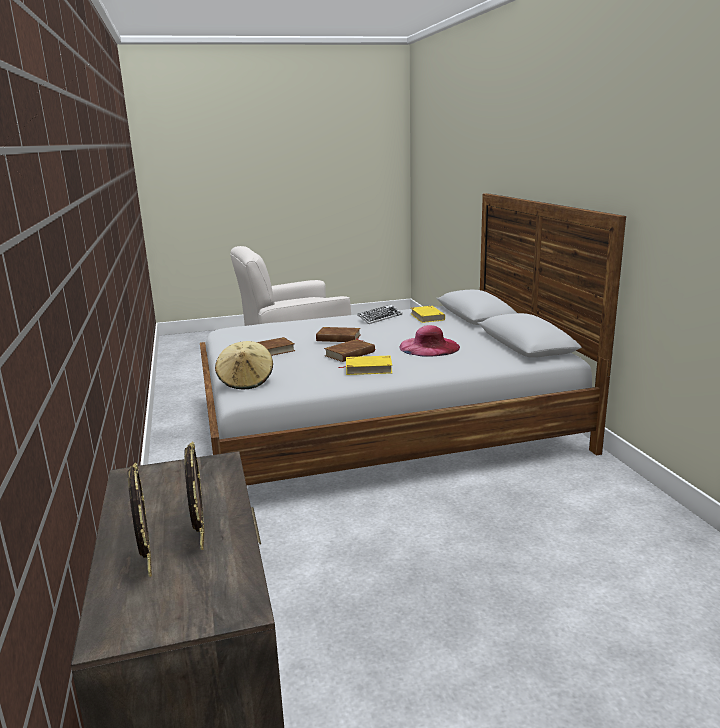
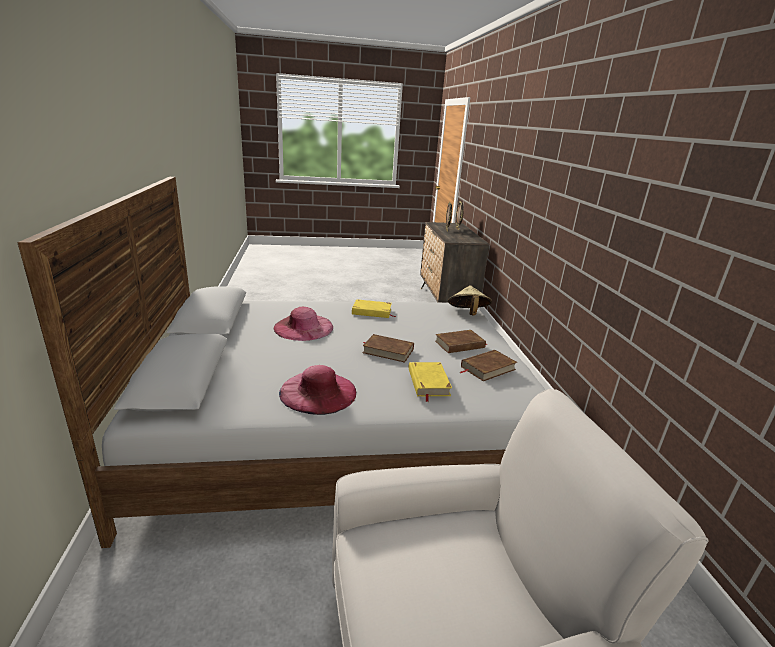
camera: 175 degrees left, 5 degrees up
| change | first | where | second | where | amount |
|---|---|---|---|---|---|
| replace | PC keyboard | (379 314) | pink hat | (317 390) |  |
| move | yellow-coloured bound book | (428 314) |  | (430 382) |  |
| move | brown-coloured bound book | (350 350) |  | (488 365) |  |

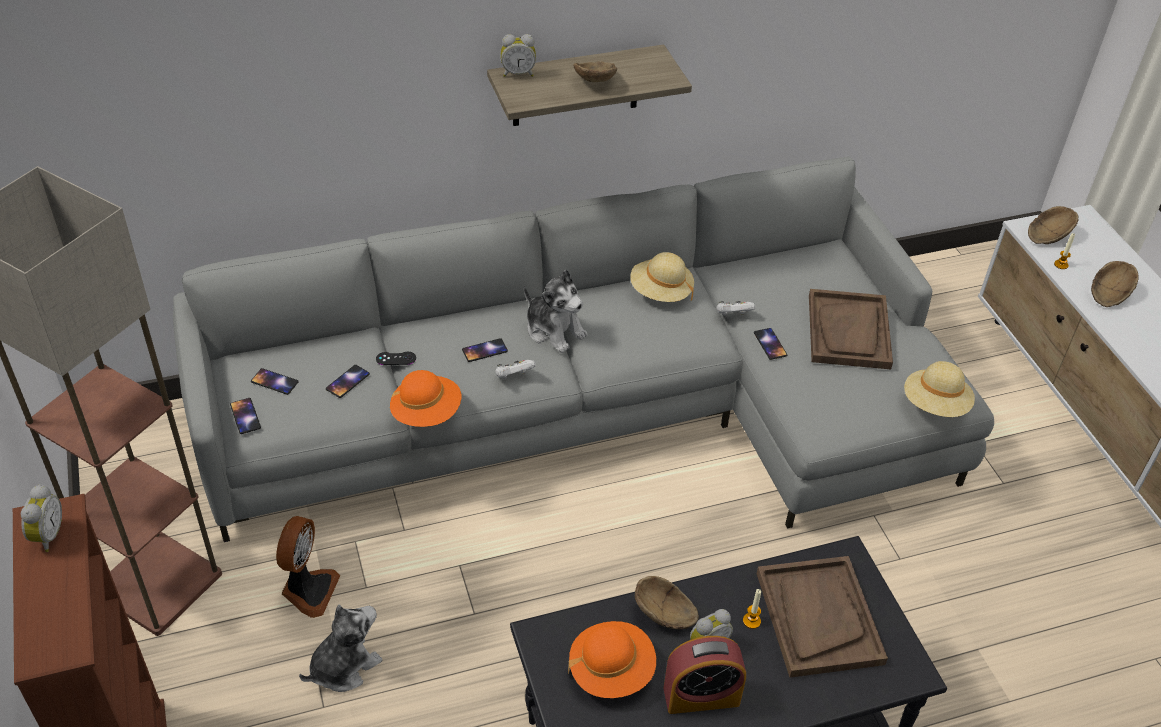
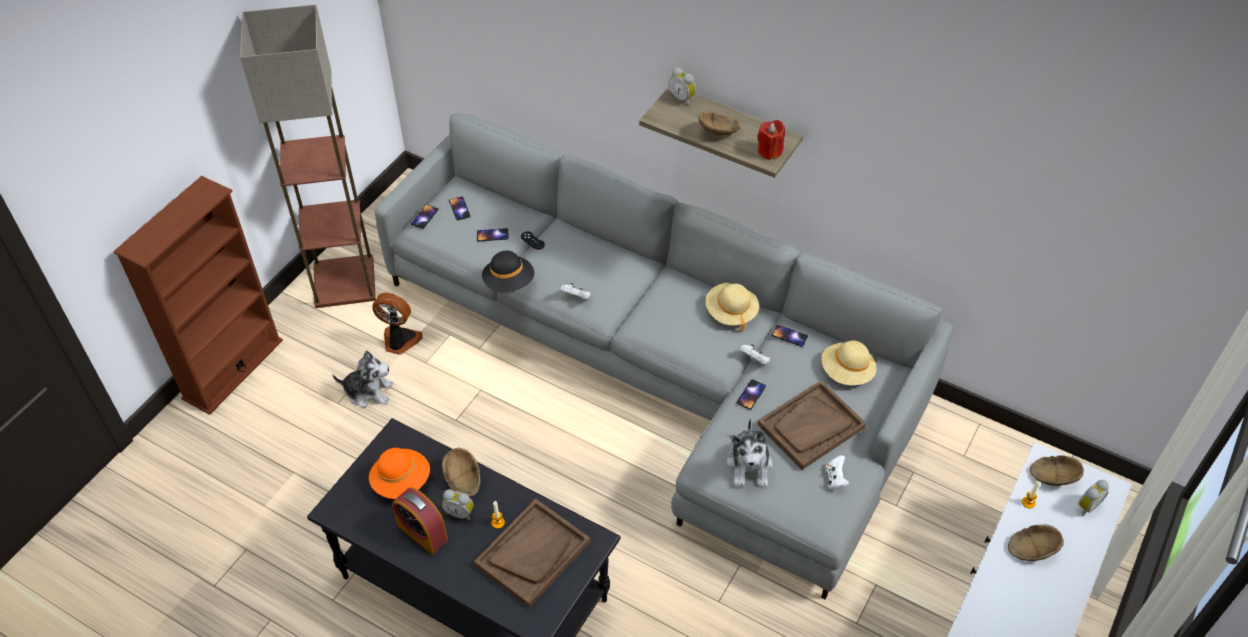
camera: 50 degrees right, 5 degrees up
| change | first | where | second | where | amount |
|---|---|---|---|---|---|
| rotate | cooling fan | (308 567) |  | (397 324) | 135 degrees counterclockwise |
| recolor | orangey hat | (425 398) | black hat | (508 272) |  |
| move | plush toy | (556 311) |  | (750 453) |  |
| insert |  |  | reddish candle | (771 140) |  |
| move | telephone | (485 350) |  | (790 336) |  |
| move | beige hat | (939 389) |  | (848 363) |  |
| insert |  |  | white gamepad | (837 472) |  |
| move | table clock | (41 518) |  | (1093 498) |  |

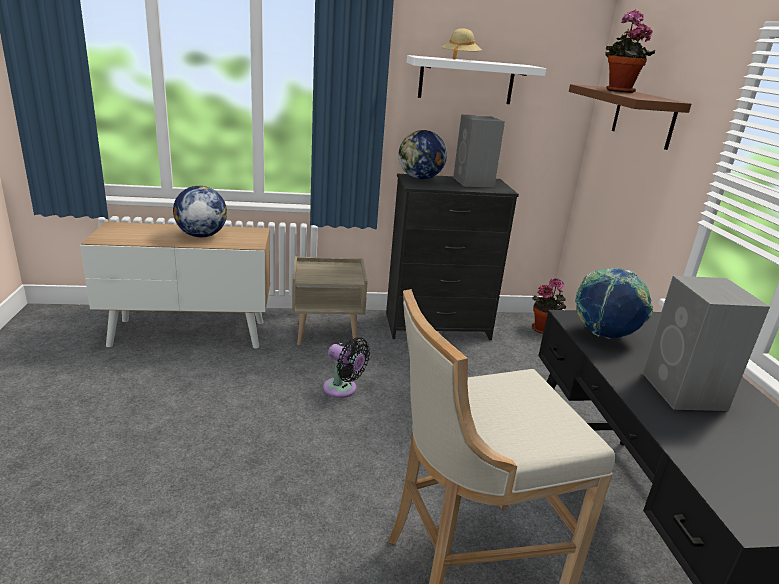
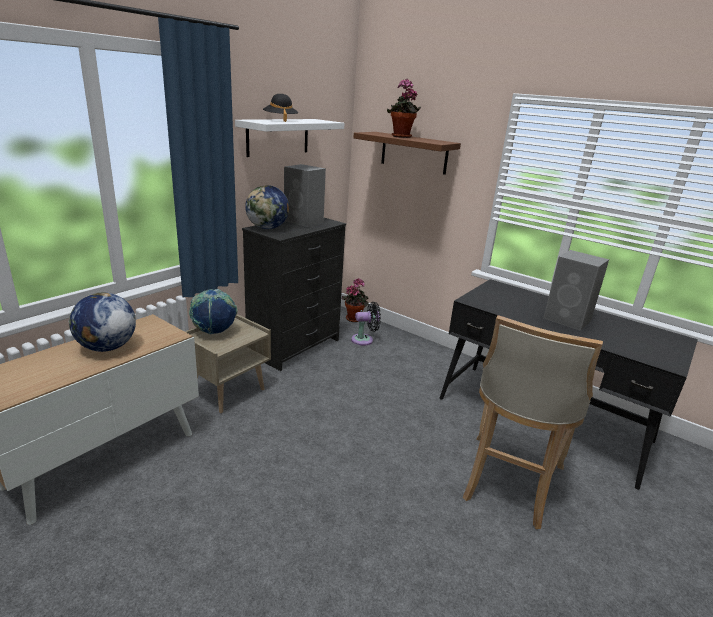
camera: 45 degrees left, 0 degrees up
| change | first | where | second | where | amount |
|---|---|---|---|---|---|
| move | world globe | (614 303) |  | (213 312) |  |
| recolor | beige hat | (462 44) | black hat | (281 108) |  |
| move | black cooling fan | (346 367) |  | (366 324) |  |

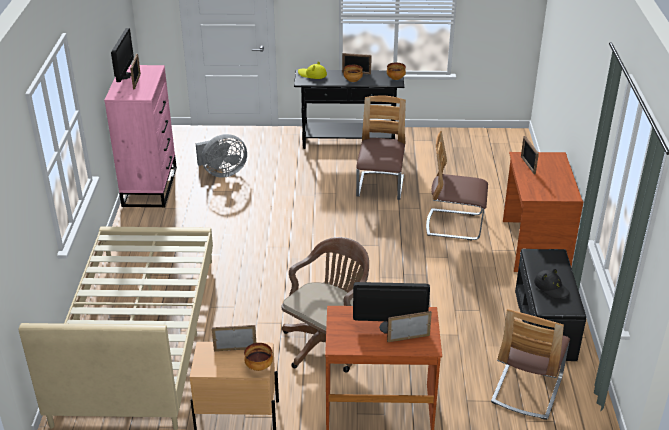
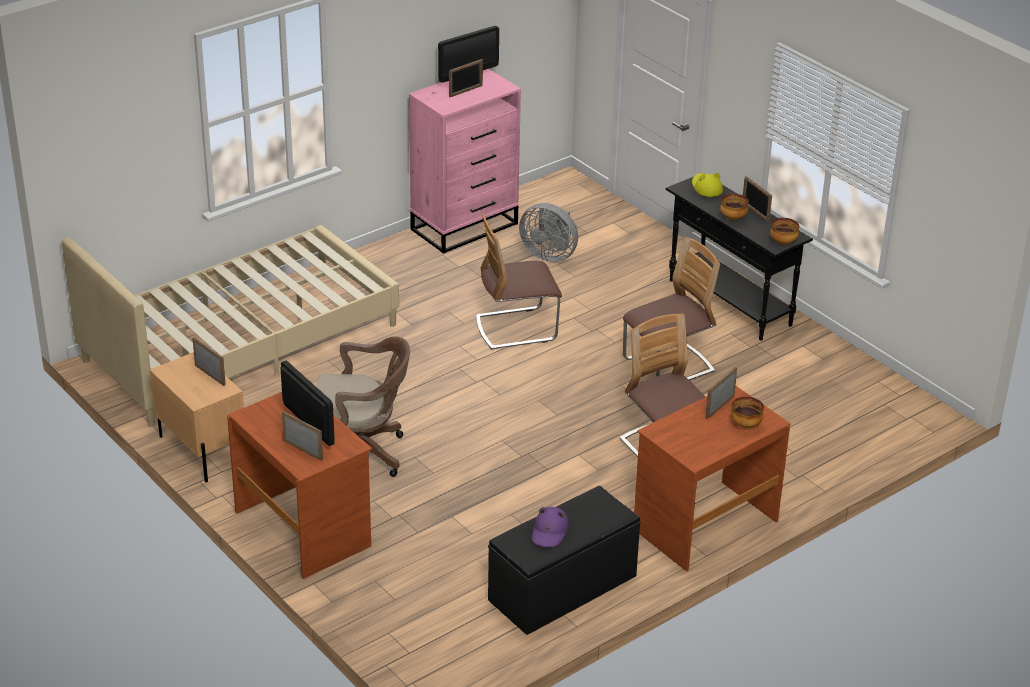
camera: 50 degrees right, 0 degrees up
| change | first | where | second | where | amount |
|---|---|---|---|---|---|
| move | upright chair | (530 364) |  | (519 280) |  |
| recolor | black hat | (552 284) | purple hat | (550 527) |  |
| move | deep dish | (258 357) |  | (747 412) |  |

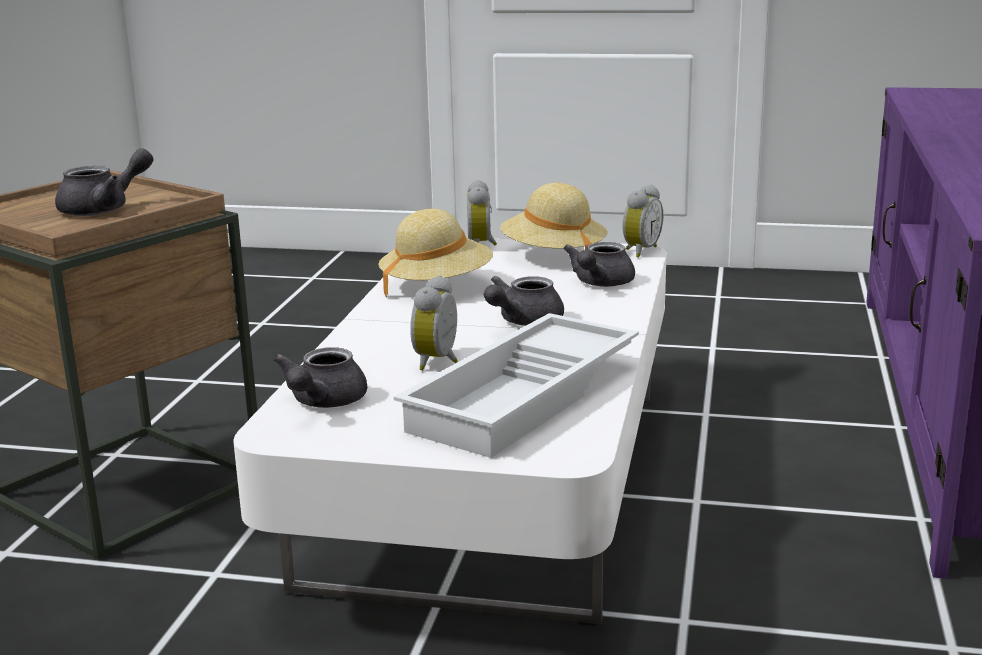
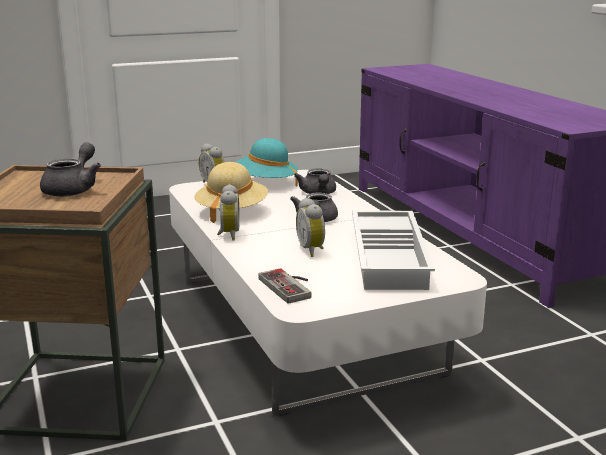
camera: 35 degrees left, 0 degrees up
| change | first | where | second | where | amount |
|---|---|---|---|---|---|
| move | table clock | (643 221) |  | (228 212) |  |
| recolor | beige hat | (554 216) | turquoise-coloured hat | (267 162) |  |
| replace | gray pot for tea | (320 377) | gamepad | (285 286) |  |

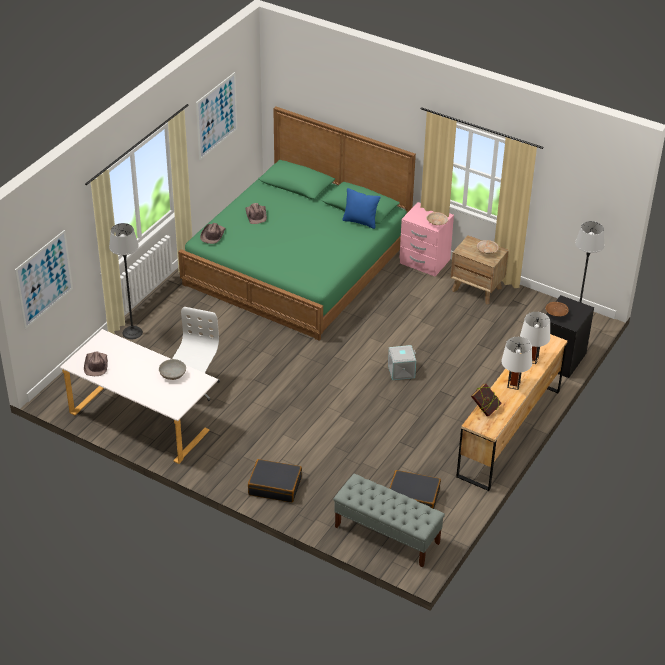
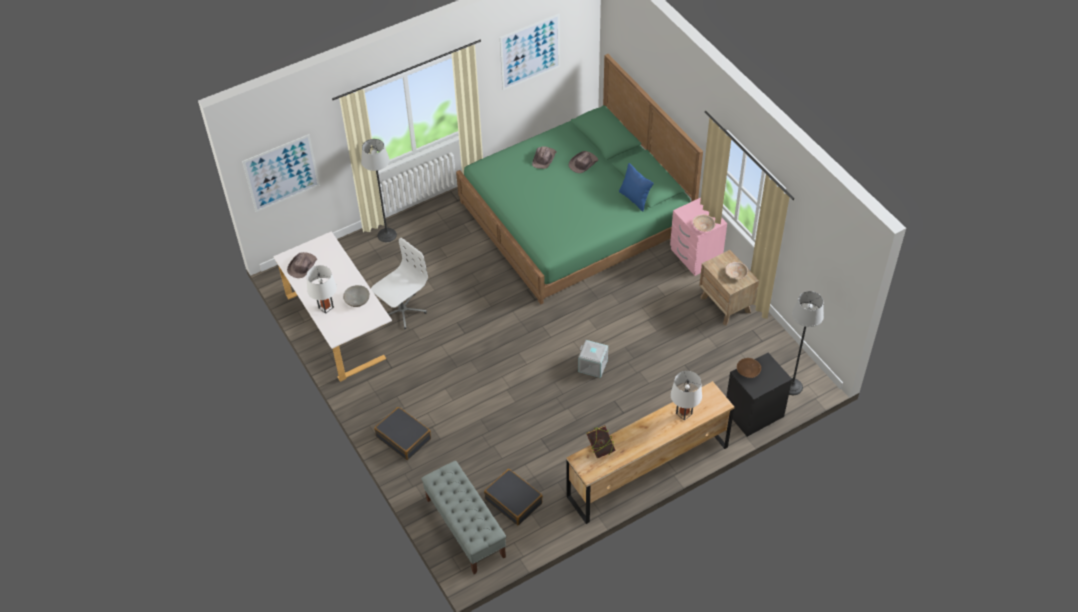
camera: 30 degrees right, 10 degrees up
| change | first | where | second | where | amount |
|---|---|---|---|---|---|
| move | white tabletop lamp | (516 363) |  | (321 289) |  |
| move | brown-coloured hat | (212 233) |  | (583 162) |  |

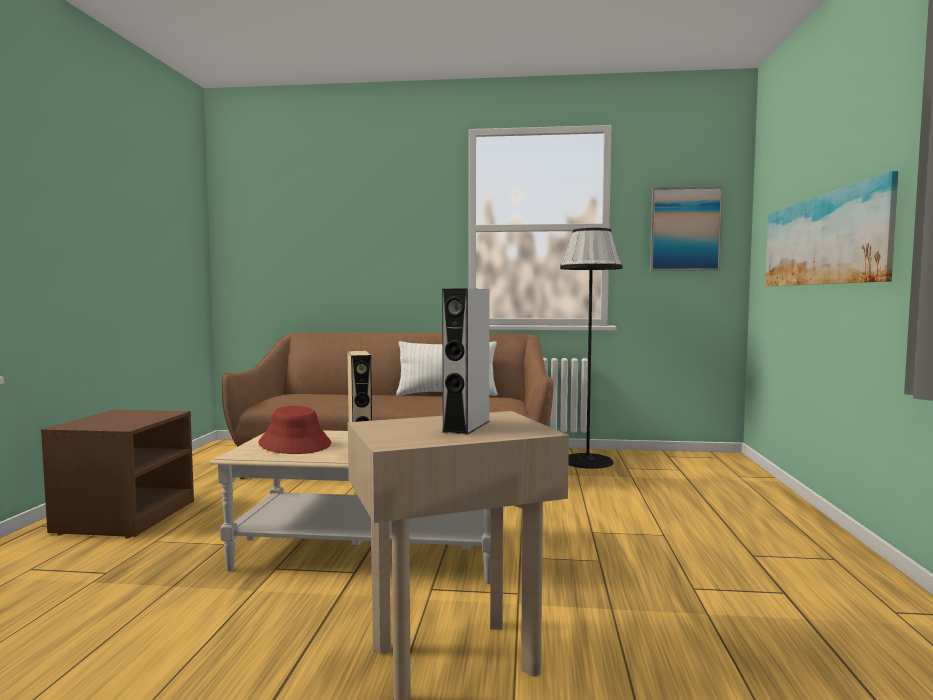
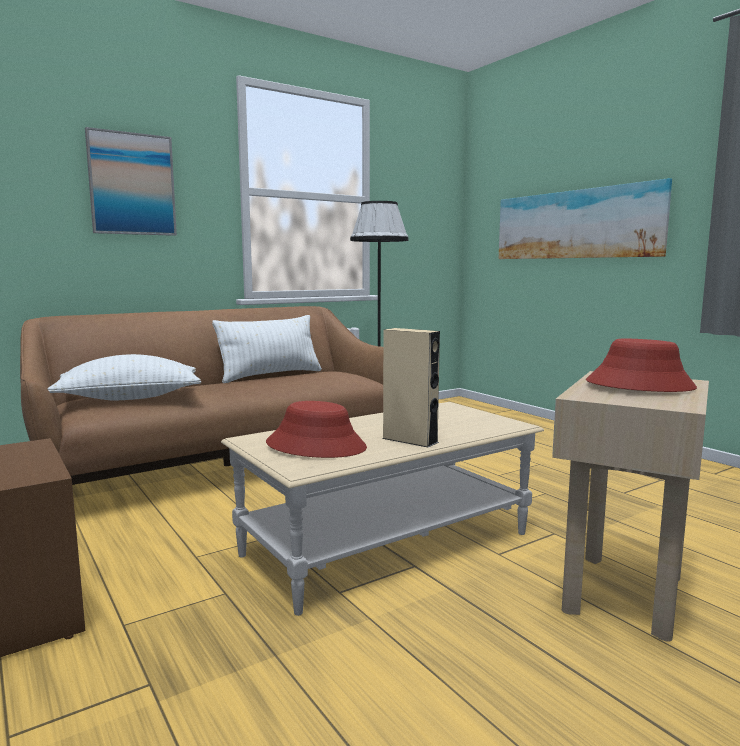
camera: 40 degrees left, 5 degrees up
| change | first | where | second | where | amount |
|---|---|---|---|---|---|
| insert |  |  | white throw pillow | (124 377) |  |
| move | wall picture | (686 228) |  | (131 181) |  |
| replace | gray loudspeaker | (466 362) | reddish hat | (641 365) |  |

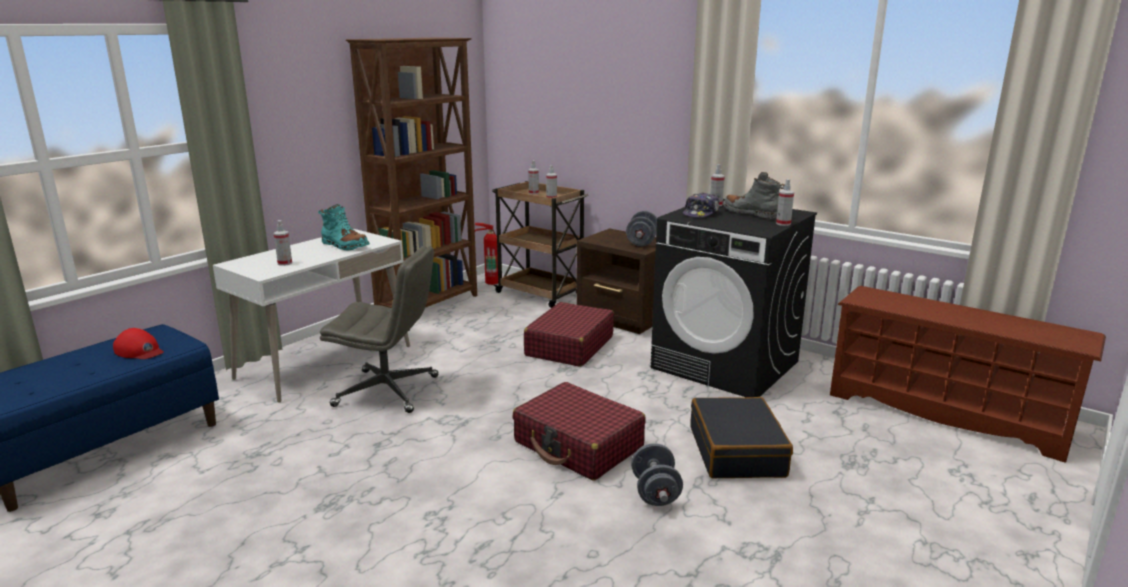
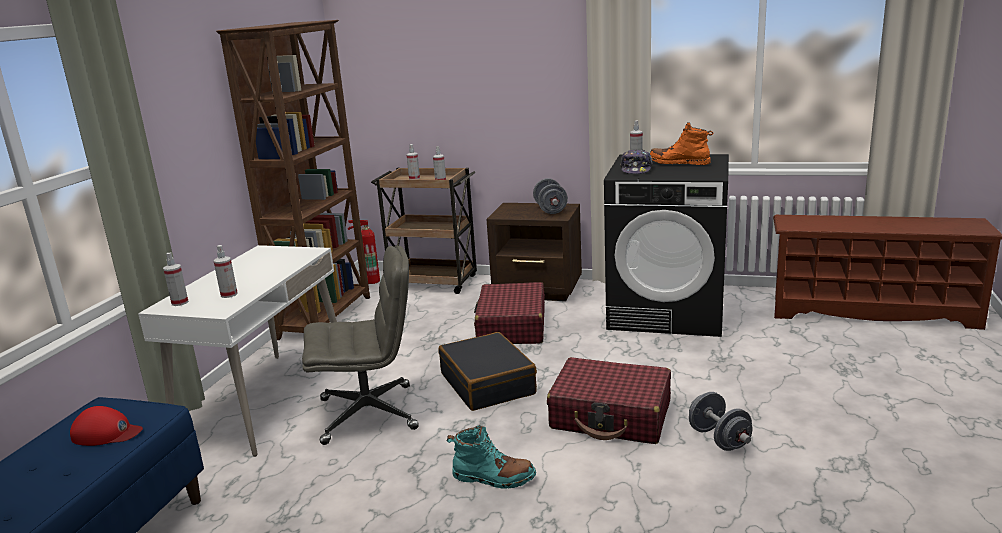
camera: 20 degrees left, 0 degrees up
| change | first | where | second | where | amount |
|---|---|---|---|---|---|
| move | spray bottle | (785 202) |  | (176 279) |  |
| move | black suitcase | (741 437) |  | (488 371) |  |
| move | turquoise-coloured high-top boot | (344 227) |  | (491 457) |  |
| recolor | gray high-top boot | (754 195) | orangey high-top boot | (681 143) |  |

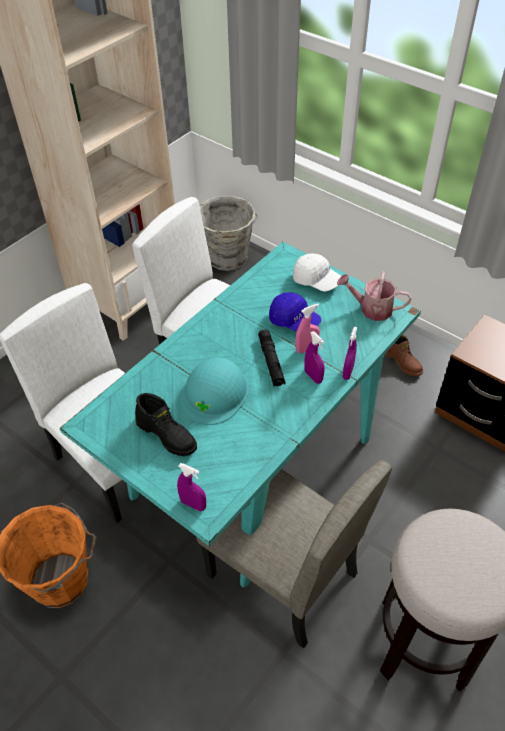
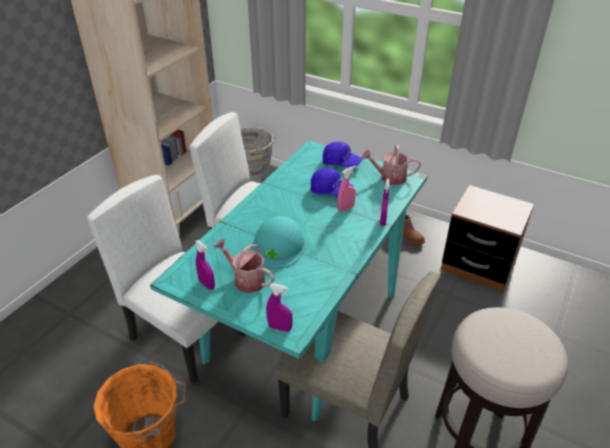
camera: 10 degrees left, 10 degrees down
| change | first | where | second | where | amount |
|---|---|---|---|---|---|
| move | purple spray bottle | (314 357) |  | (205 265) |  |
| replace | black high-top boot | (166 424) | watering can | (243 266) |  |
| recolor | white cap | (317 273) | bluish cap | (343 155) |  |
| delete | black flashlight | (272 357) |  |  |  |

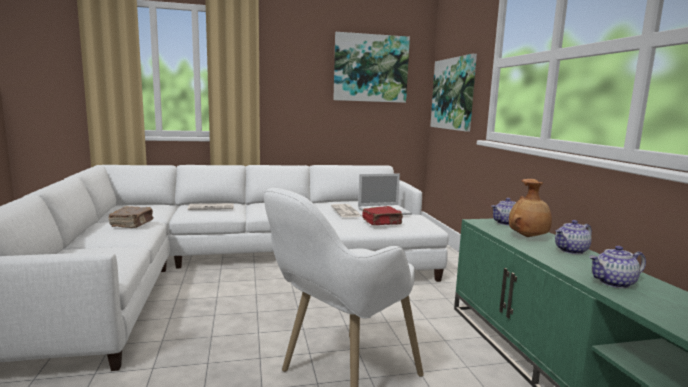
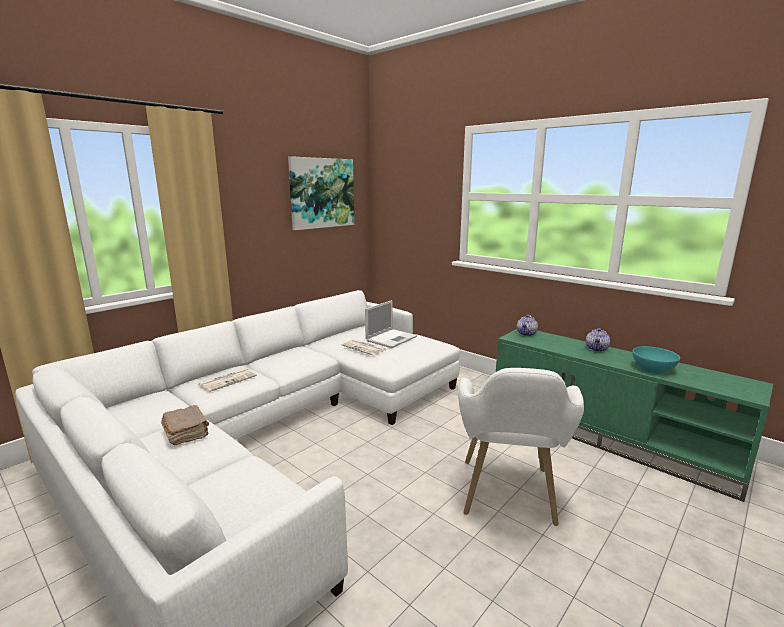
camera: 35 degrees left, 5 degrees up
| change | first | where | second | where | amount |
|---|---|---|---|---|---|
| replace | pot for tea | (617 267) | turquoise-coloured deep dish | (656 360) |  |
| delete | reddish bound book | (382 215) |  |  |  |
| delete | wall picture | (453 93) |  |  |  |
| delete | brown-coloured flower vase | (530 208) |  |  |  |

